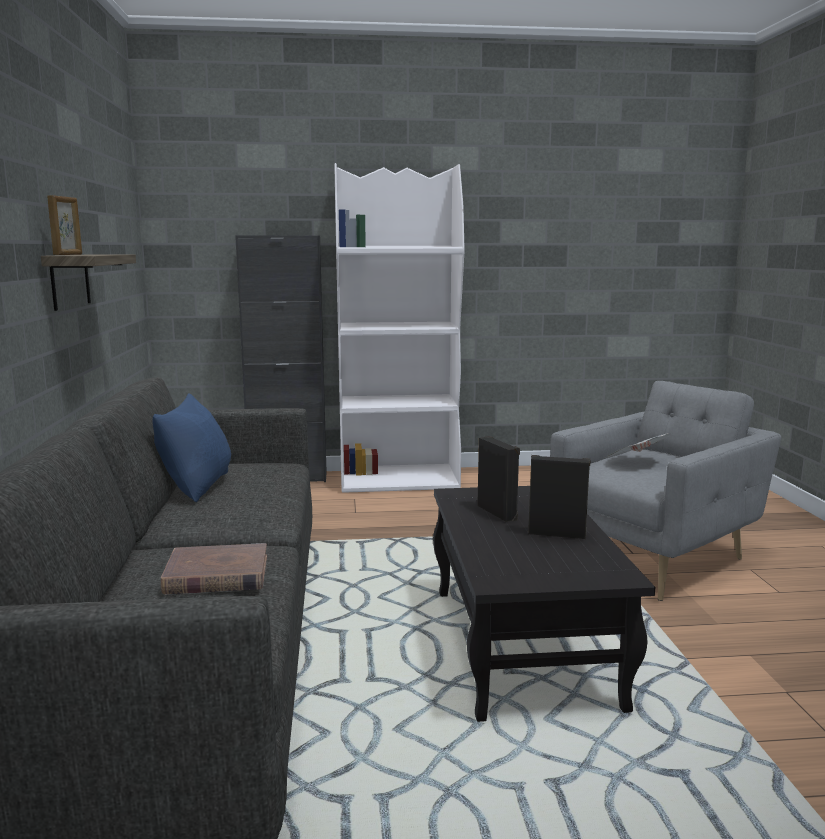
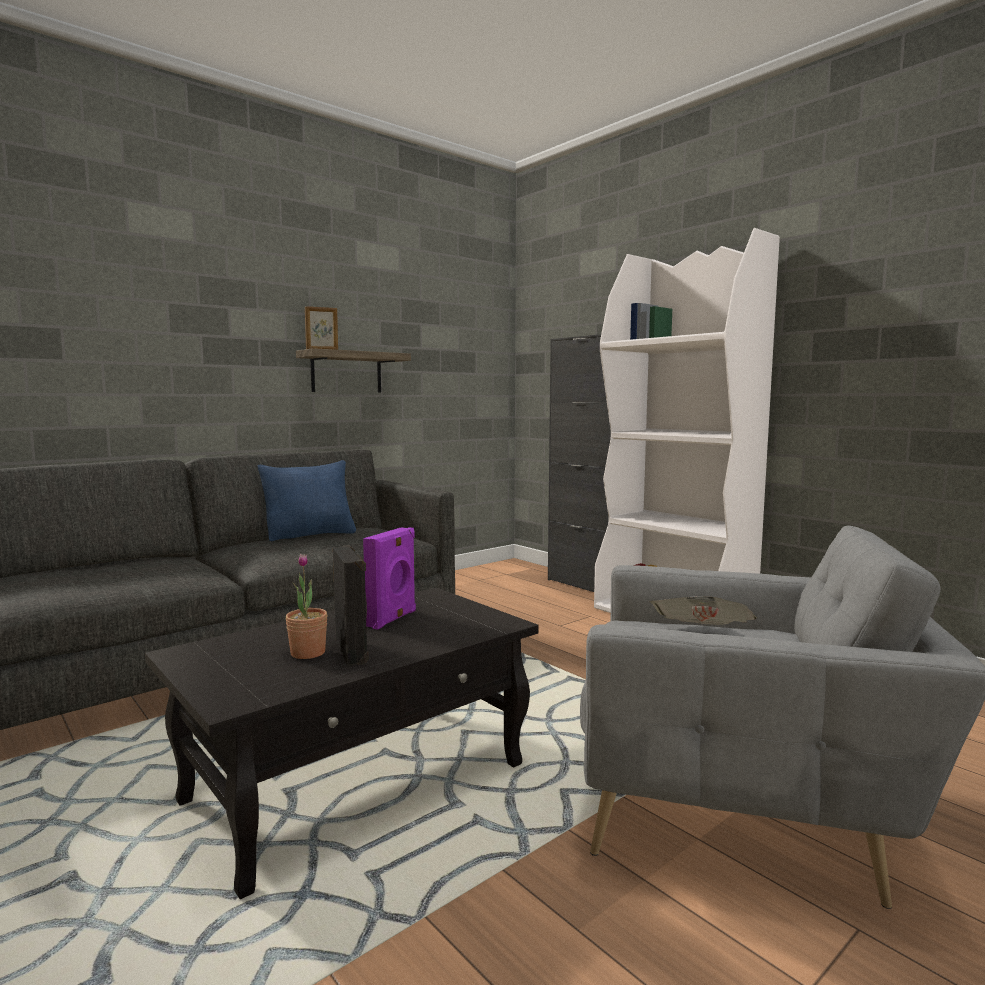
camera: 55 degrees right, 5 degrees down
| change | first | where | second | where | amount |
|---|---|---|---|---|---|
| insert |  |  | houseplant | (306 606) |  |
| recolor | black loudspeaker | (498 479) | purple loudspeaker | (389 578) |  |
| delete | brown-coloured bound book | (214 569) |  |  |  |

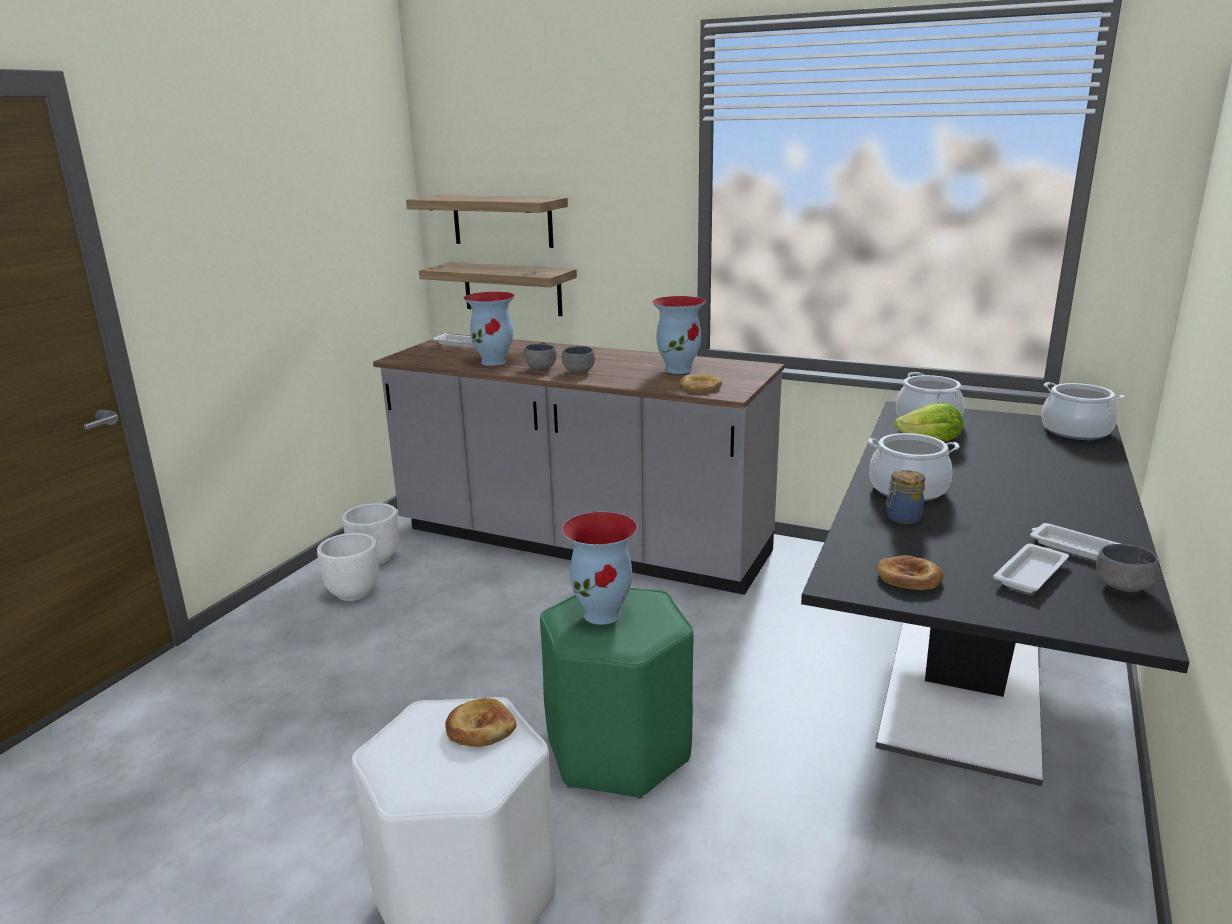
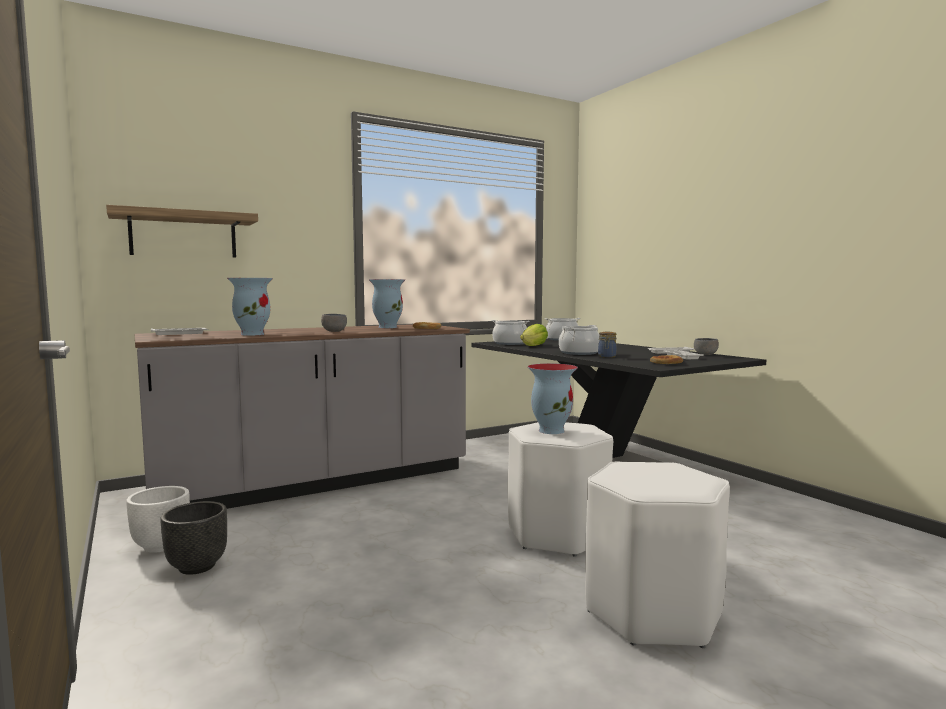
camera: 55 degrees left, 15 degrees down
| change | first | where | second | where | amount |
|---|---|---|---|---|---|
| recolor | white plant pot | (348 567) | black plant pot | (193 538) |  |
| recolor | green-coloured sitting stool | (617 693) | white sitting stool | (560 489) |  |
| delete | wall shelf | (498 289) |  |  |  |
| delete | bakery bread | (481 722) |  |  |  |
| delete | gray deep dish | (540 357) |  |  |  |

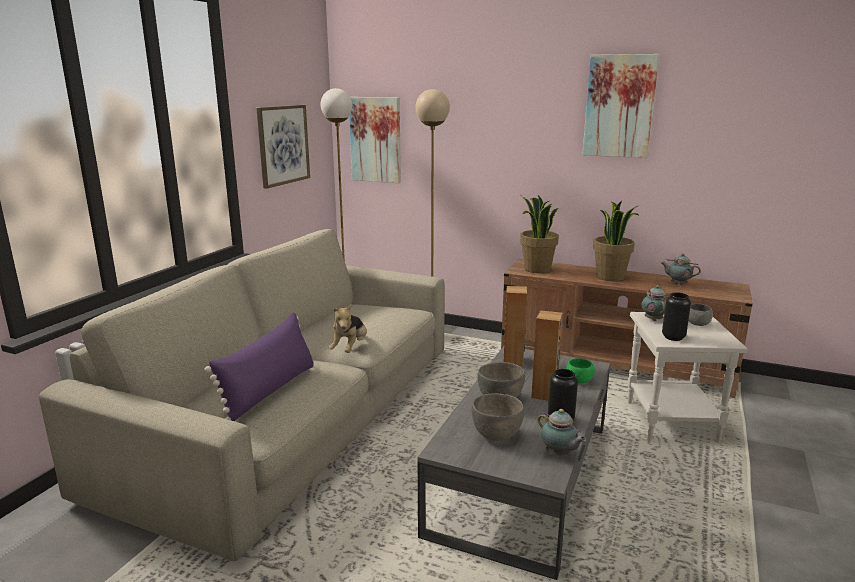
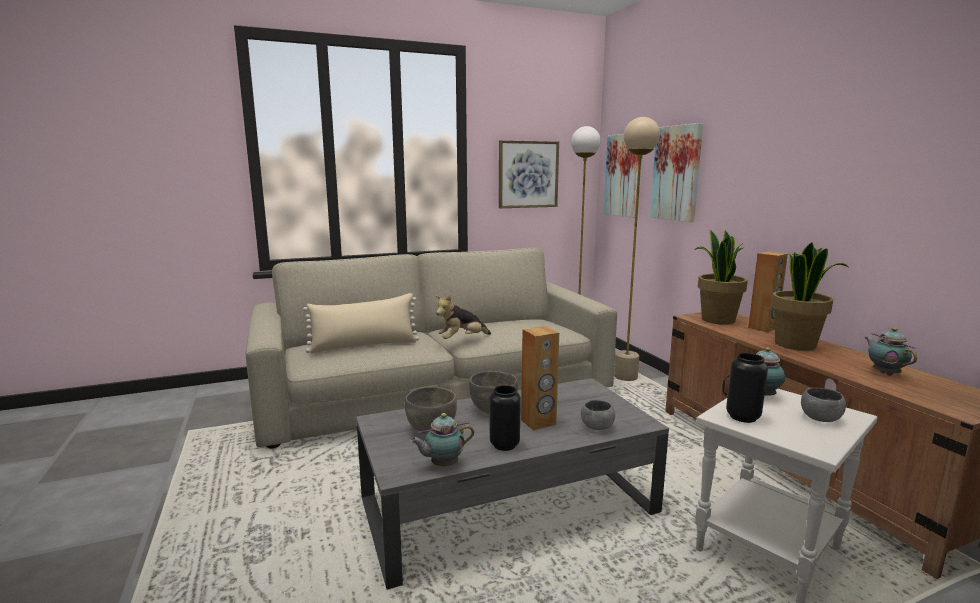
camera: 45 degrees right, 5 degrees down
| change | first | where | second | where | amount |
|---|---|---|---|---|---|
| recolor | purple throw pillow | (259 367) | beige throw pillow | (361 323) |  |
| rotate | pot for tea | (562 432) |  | (442 439) | 60 degrees clockwise |
| recolor | green-coloured deep dish | (580 371) | gray deep dish | (598 415) |  |
| move | wall picture | (621 106) |  | (676 172) |  |
| move | brown-coloured loudspeaker | (515 326) |  | (768 291) |  |

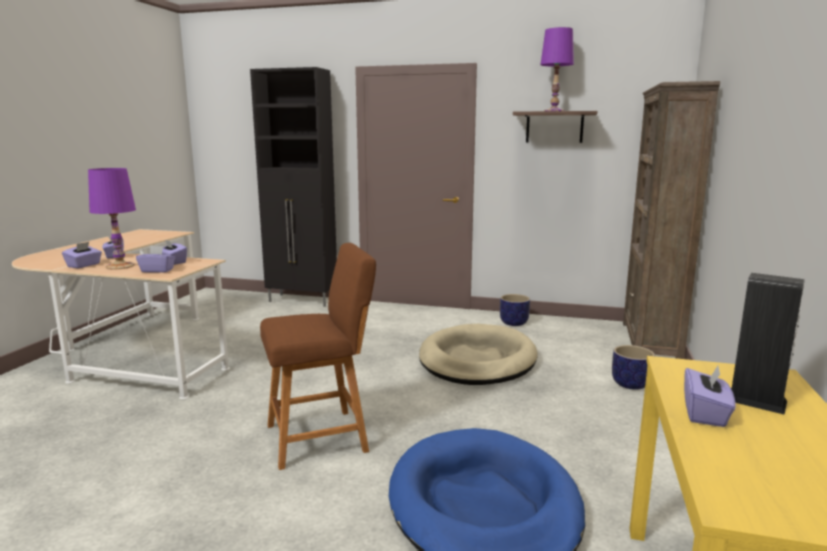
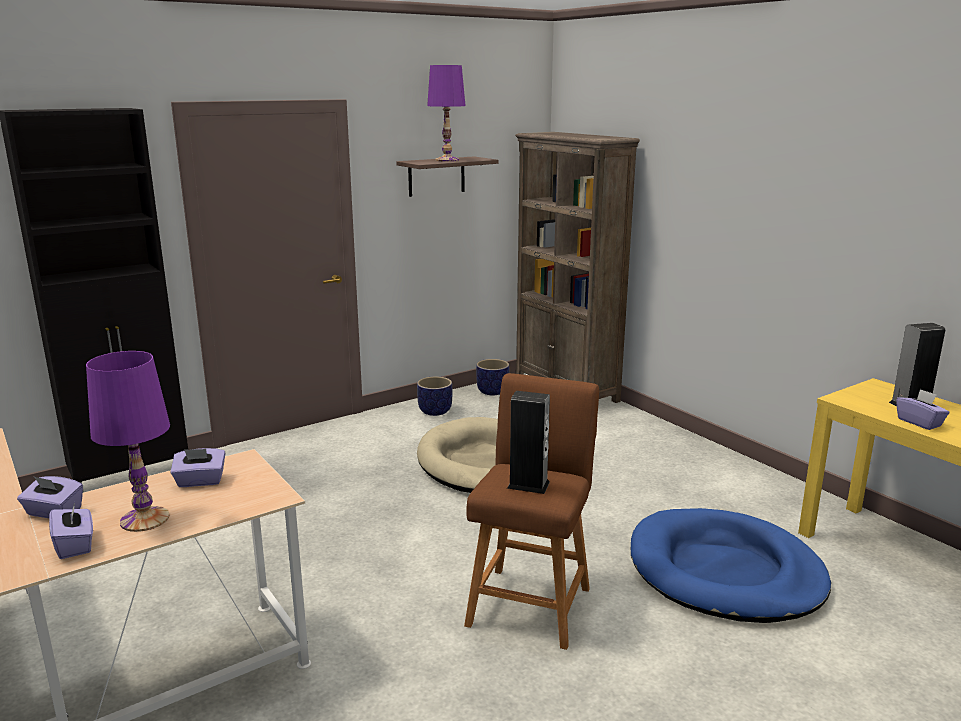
camera: 50 degrees left, 5 degrees up
| change | first | where | second | where | amount |
|---|---|---|---|---|---|
| move | plant pot | (633 367) |  | (492 377) |  |
| insert |  |  | loudspeaker | (528 442) |  |
| delete | purple box of tissues | (156 259) |  |  |  |

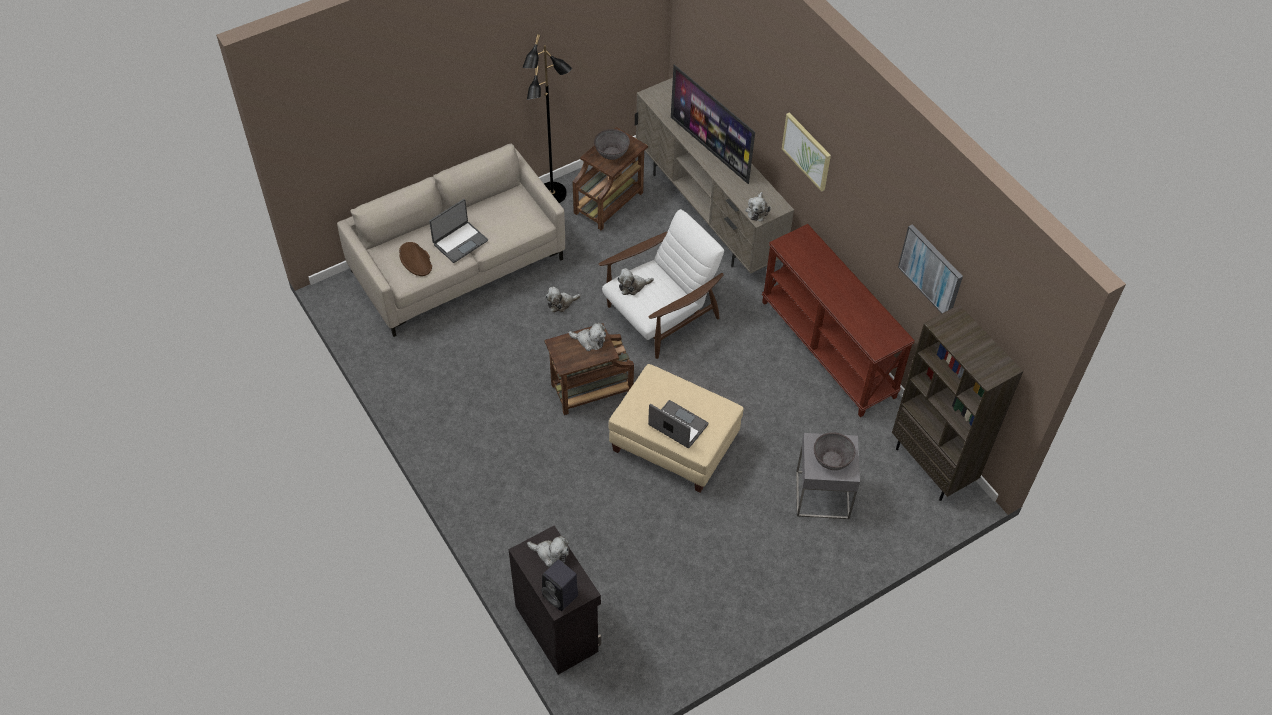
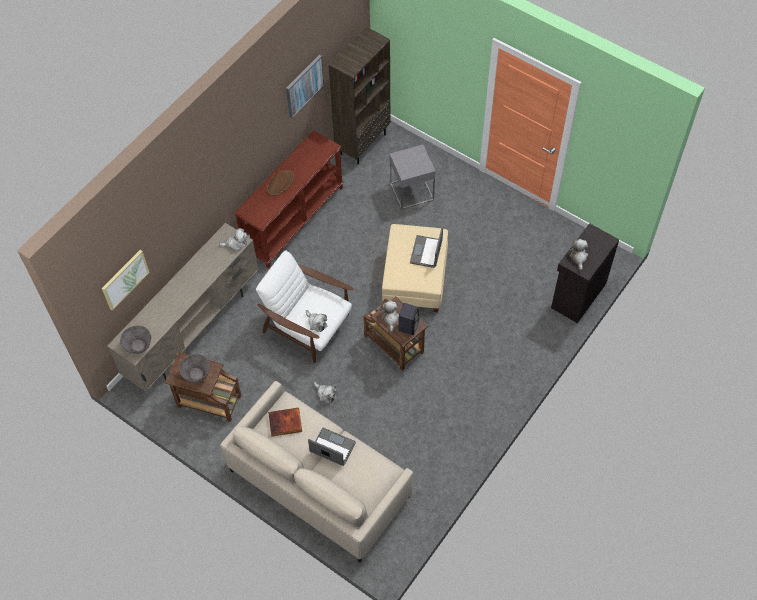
camera: 110 degrees left, 5 degrees up
| change | first | where | second | where | amount |
|---|---|---|---|---|---|
| move | wall picture | (806 152) |  | (126 280) |  |
| move | gray deep dish | (835 451) |  | (135 340) |  |
| move | brown-coloured hat | (415 259) |  | (280 183) |  |
| insert |  |  | bound book | (285 422) |  |
| move | black loudspeaker | (559 585) |  | (409 319) |  |
| delete | black standing lamp | (547 118) |  |  |  |
| delete | TV | (713 124) |  |  |  |

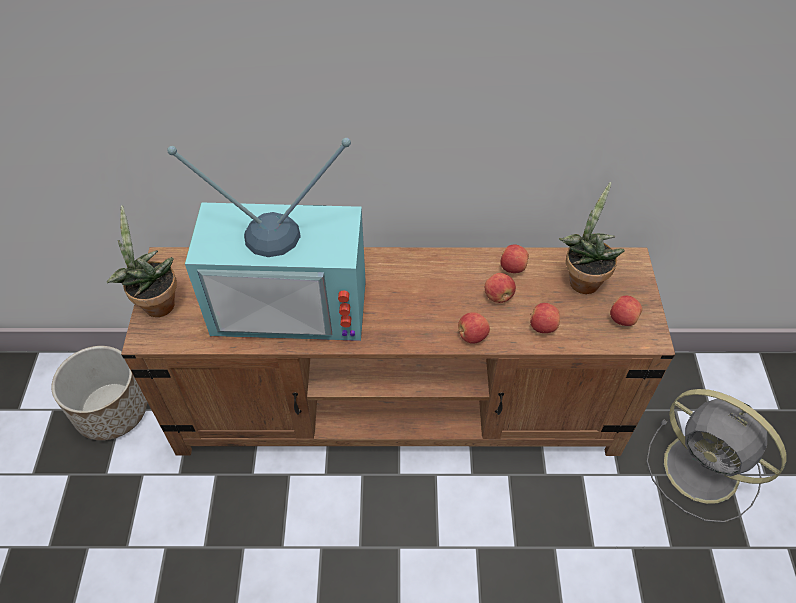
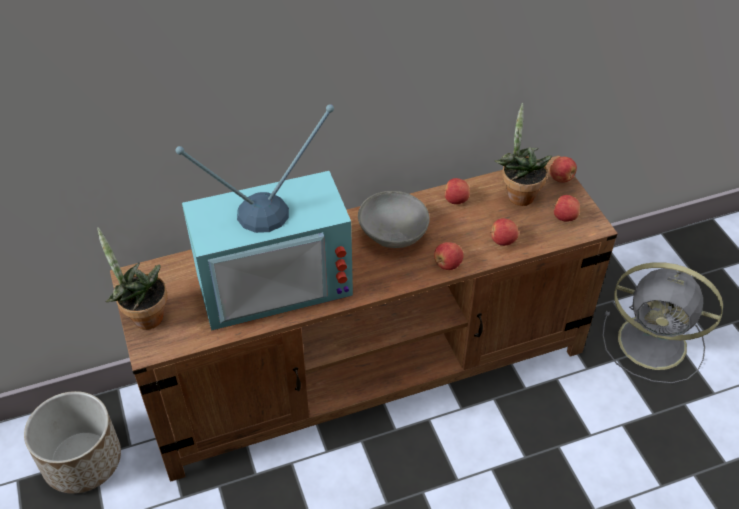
camera: 20 degrees left, 5 degrees down
| change | first | where | second | where | amount |
|---|---|---|---|---|---|
| insert |  |  | gray deep dish | (394 219) |  |
| move | apple | (500 288) |  | (563 170) |  |

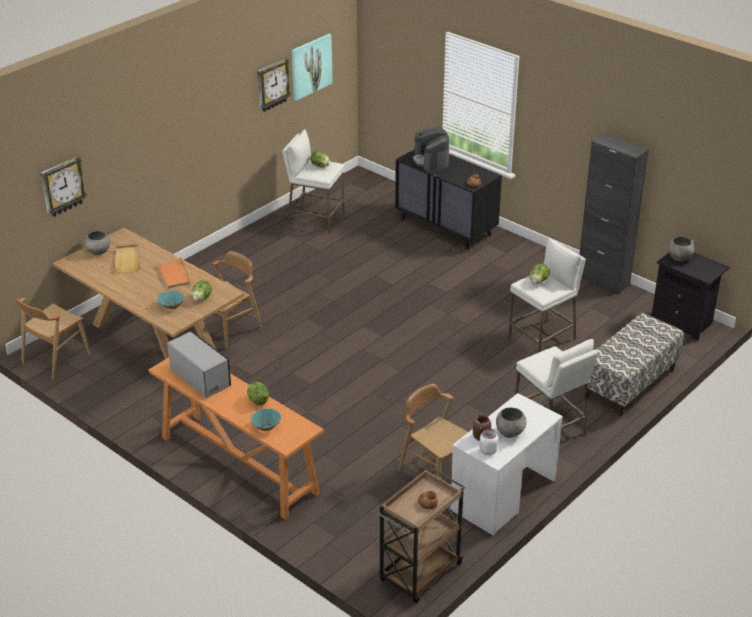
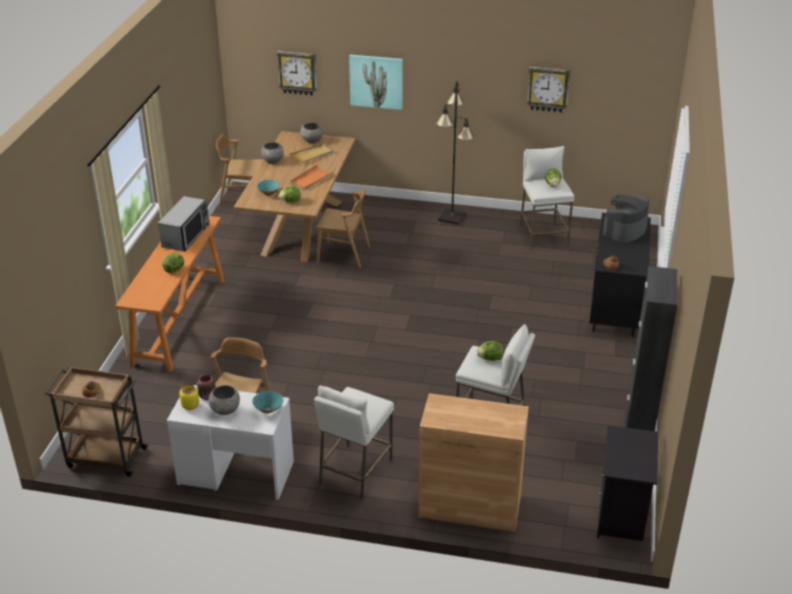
camera: 60 degrees right, 0 degrees up
| change | first | where | second | where | amount |
|---|---|---|---|---|---|
| recolor | white storage jar | (488 441) | yellow-coloured storage jar | (189 397) |  |
| move | turquoise-coloured deep dish | (266 419) |  | (267 402) |  |
| move | gray deep dish | (681 249) |  | (272 153) |  |
| move | wall picture | (312 67) |  | (376 82) |  |
| replace | bench | (633 365) | brown-coloured storage cabinet | (473 462) |  |
| insert |  |  | black standing lamp | (455 153) |  |

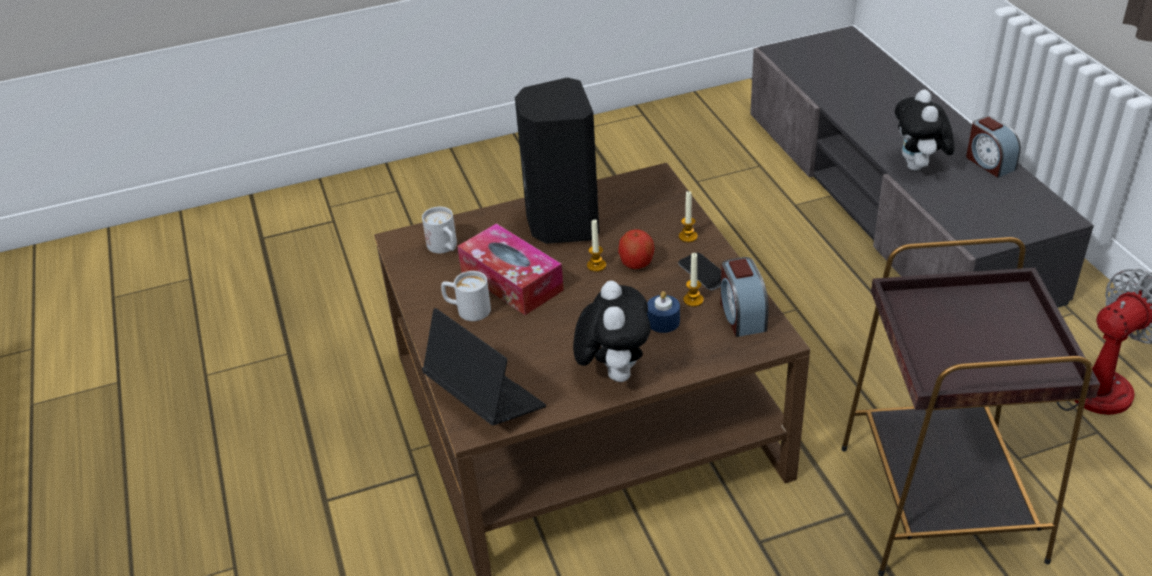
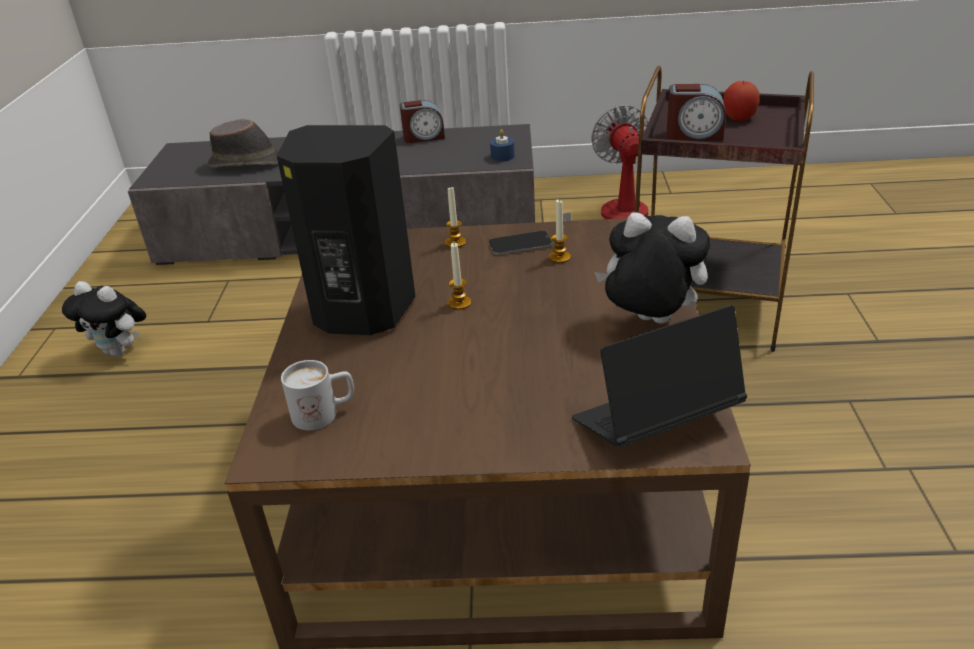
camera: 70 degrees left, 5 degrees down
| change | first | where | second | where | amount |
|---|---|---|---|---|---|
| move | plush toy | (925 130) |  | (104 319) |  |
| insert |  |  | brown-coloured hat | (243 143) |  |
| move | bluish candle | (663 312) |  | (502 145) |  |
| move | table clock | (744 297) |  | (696 112) |  |
| move | apple | (636 249) |  | (741 100) |  |
| delete | white tea mug | (466 296) |  |  |  |
| delete | box of tissues | (510 269) |  |  |  |

